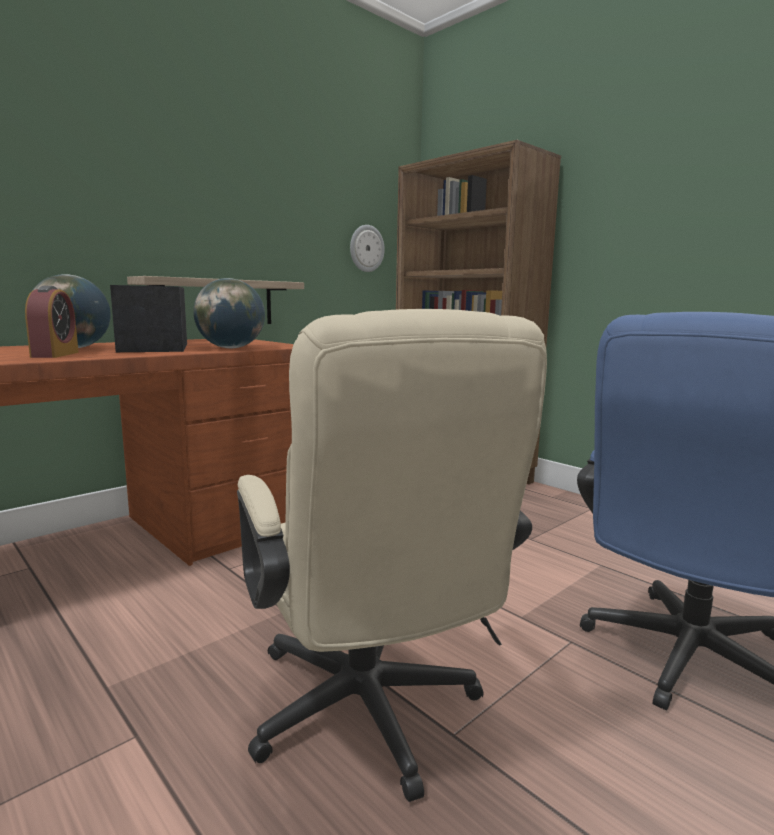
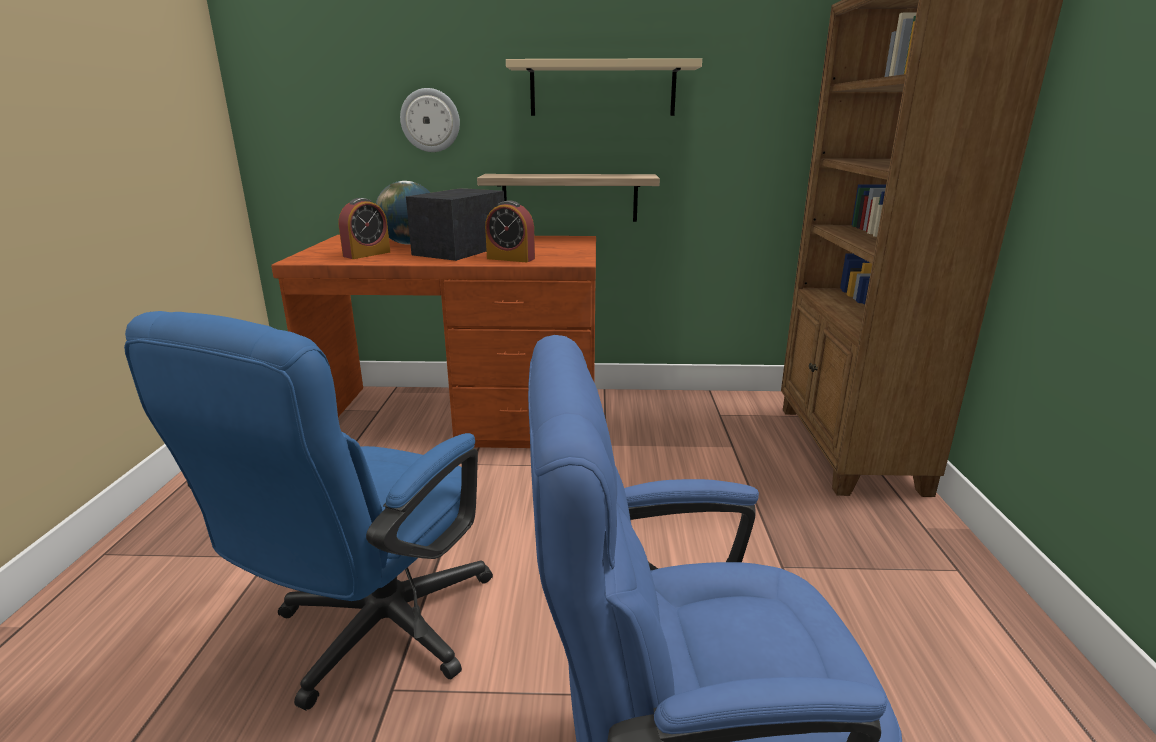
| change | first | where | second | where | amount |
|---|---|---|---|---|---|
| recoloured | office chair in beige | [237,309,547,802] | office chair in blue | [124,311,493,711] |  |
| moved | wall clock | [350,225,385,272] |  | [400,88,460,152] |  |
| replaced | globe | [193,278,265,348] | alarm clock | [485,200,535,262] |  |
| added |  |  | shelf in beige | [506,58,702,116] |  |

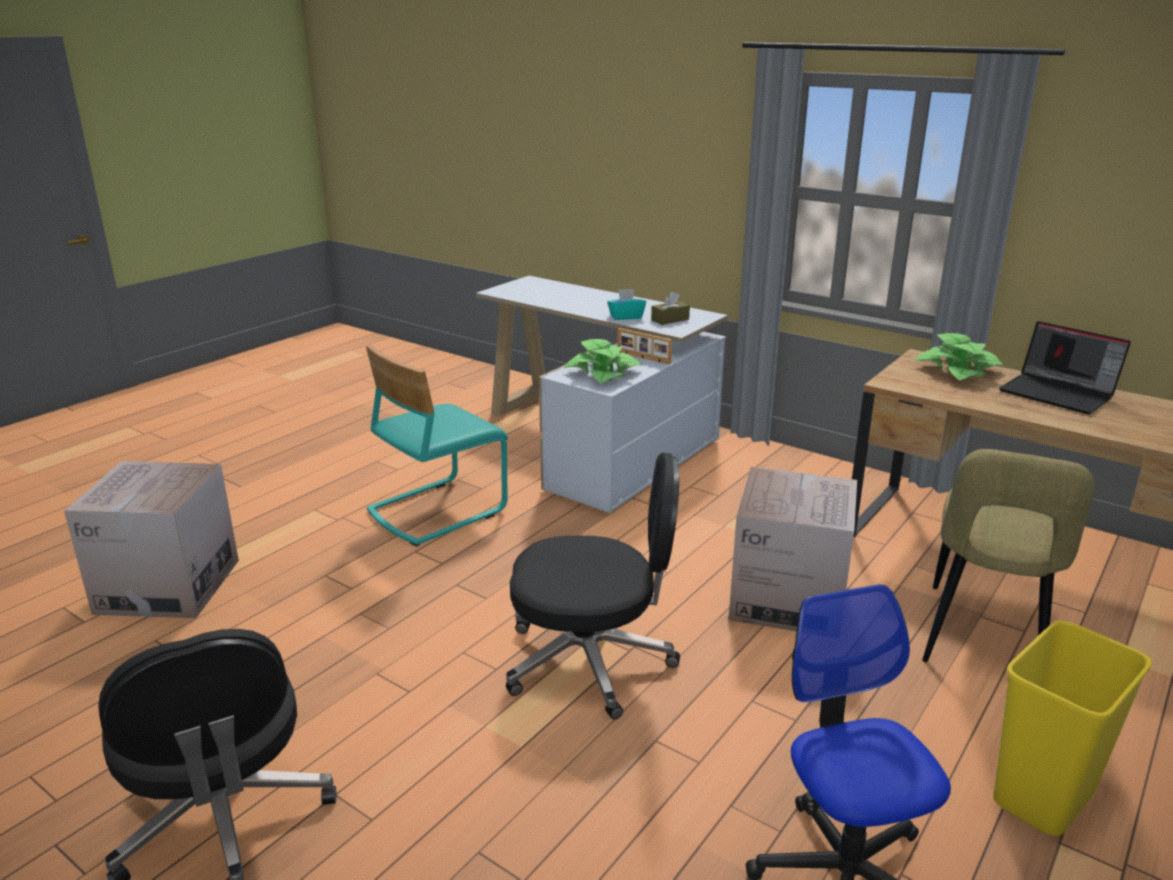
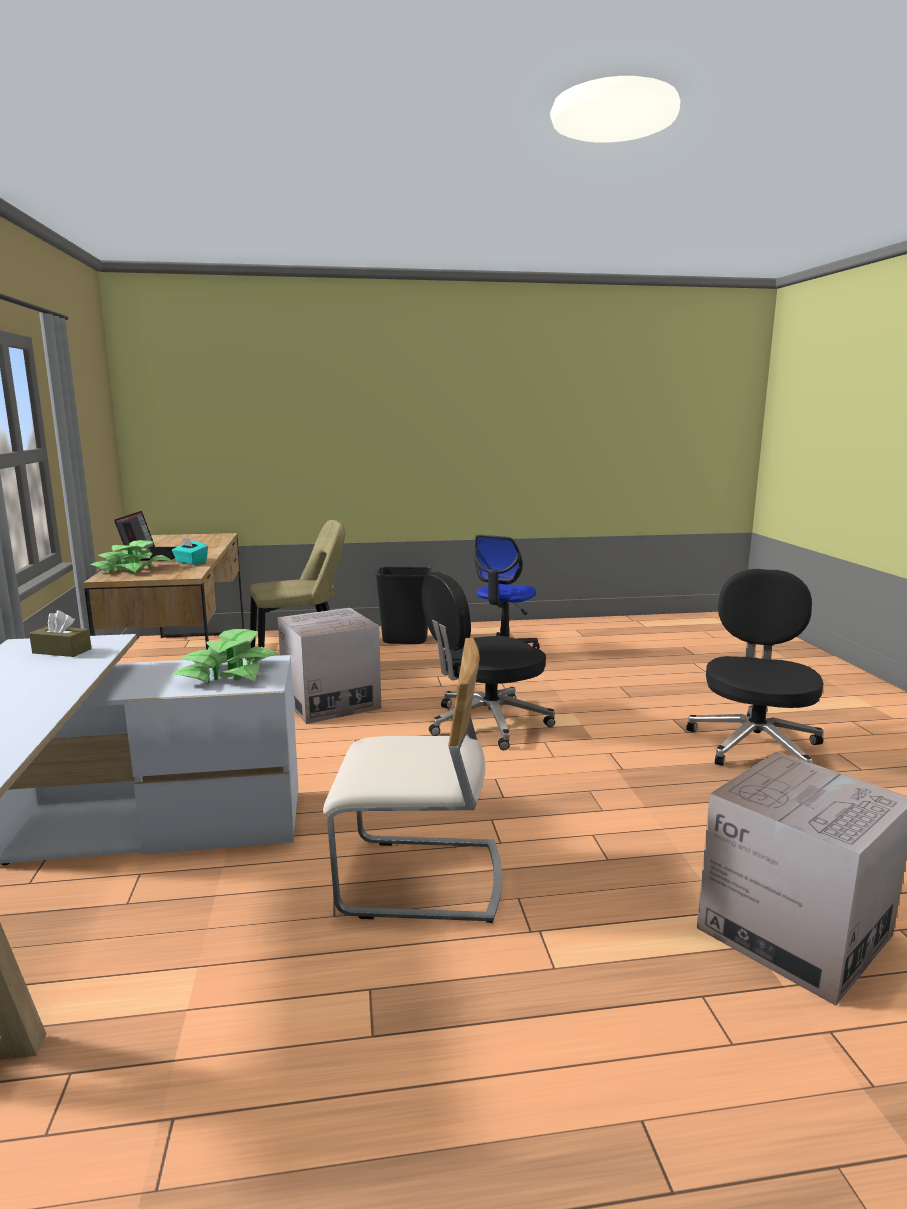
| change | first | where | second | where | amount |
|---|---|---|---|---|---|
| moved | tissue box in turquoise | [607,289,646,320] |  | [172,537,208,565] |  |
| recoloured | chair in turquoise | [366,345,508,547] | chair in beige | [323,638,502,923] |  |
| recoloured | trash can in yellow | [993,620,1152,836] | trash can in black | [375,567,432,644] |  |
| turned | office chair in black | [506,453,680,720] |  | [421,572,555,750] | 75 degrees counterclockwise |
| removed | picture frame | [617,328,672,364] |  |  |  |

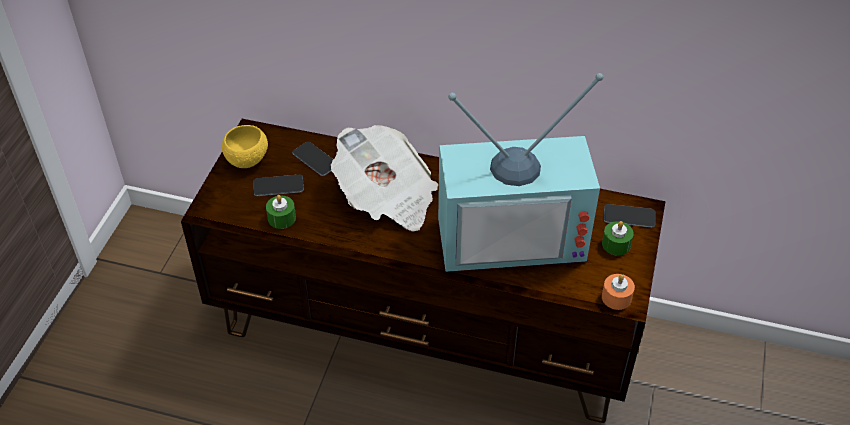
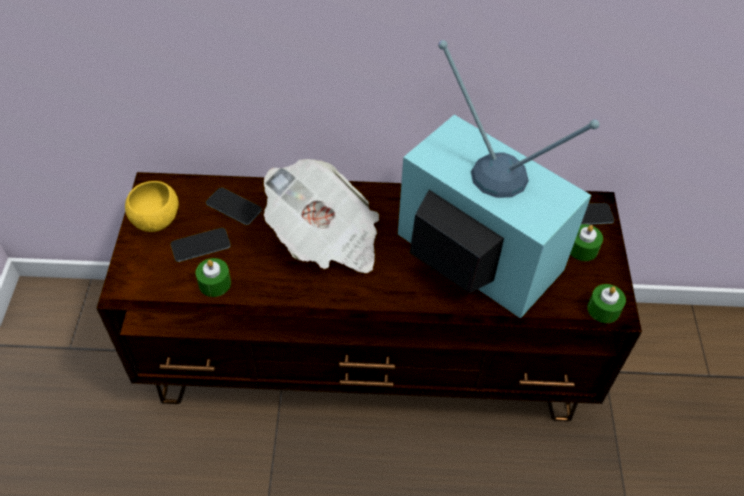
| change | first | where | second | where | amount |
|---|---|---|---|---|---|
| turned | television | [438,73,603,272] |  | [398,40,599,319] | 120 degrees counterclockwise |
| recoloured | candle in orange | [602,274,635,310] | candle in green | [587,284,626,323] |  |

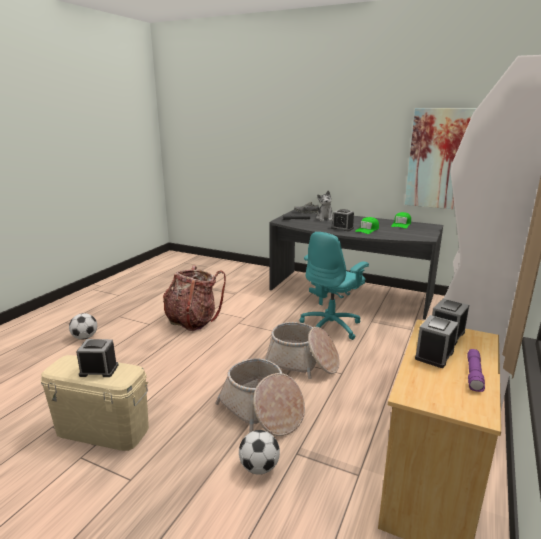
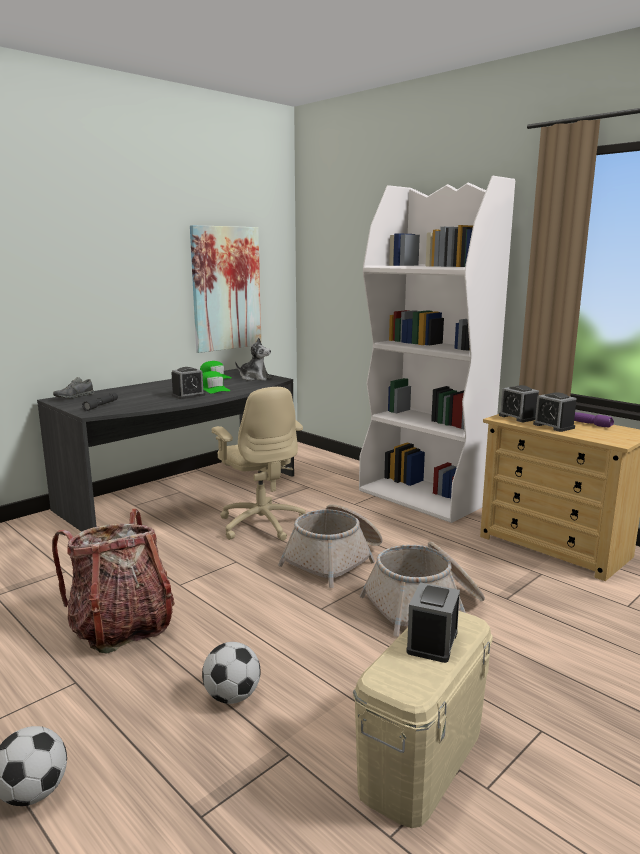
| change | first | where | second | where | amount |
|---|---|---|---|---|---|
| moved | football | [239,430,280,475] |  | [202,642,261,704] |  |
| recoloured | office chair in turquoise | [299,232,369,340] | office chair in beige | [212,387,305,541] |  |
| moved | plush toy | [316,191,333,221] |  | [235,338,272,381] |  |

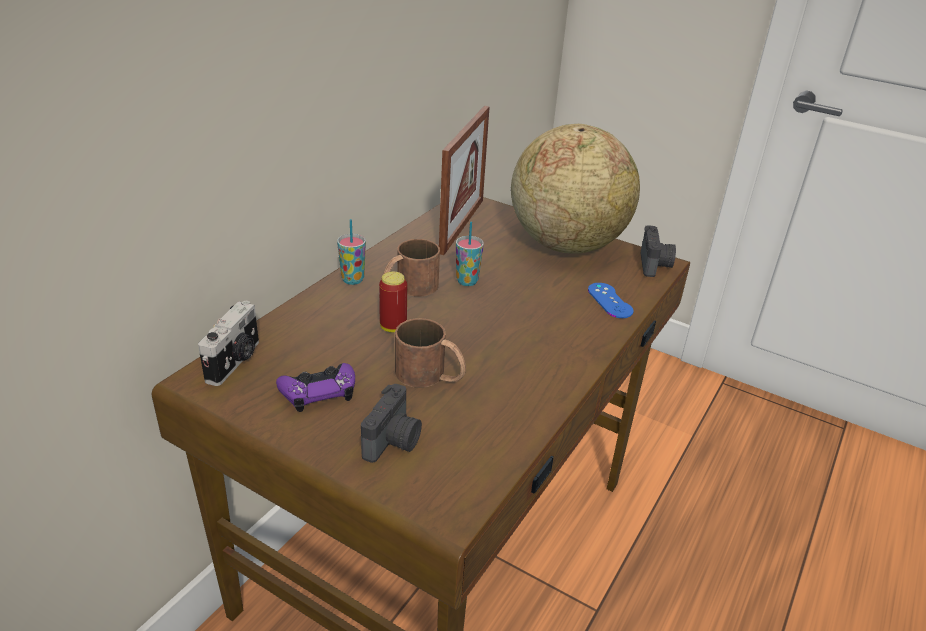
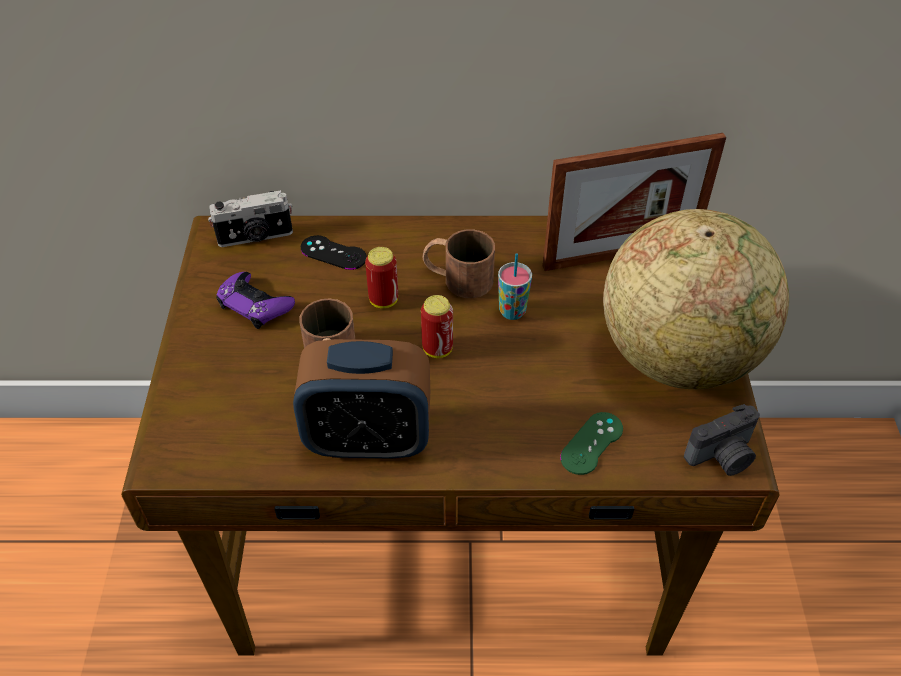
| change | first | where | second | where | amount |
|---|---|---|---|---|---|
| added |  |  | alarm clock | [293,339,430,459] |  |
| added |  |  | game controller in black | [301,235,367,270] |  |
| added |  |  | can | [421,295,453,358] |  |
| recoloured | game controller in blue | [588,283,634,318] | game controller in green | [560,412,623,475] |  |
| removed | cup | [337,219,366,285] |  |  |  |
| removed | photo camera | [361,384,422,463] |  |  |  |

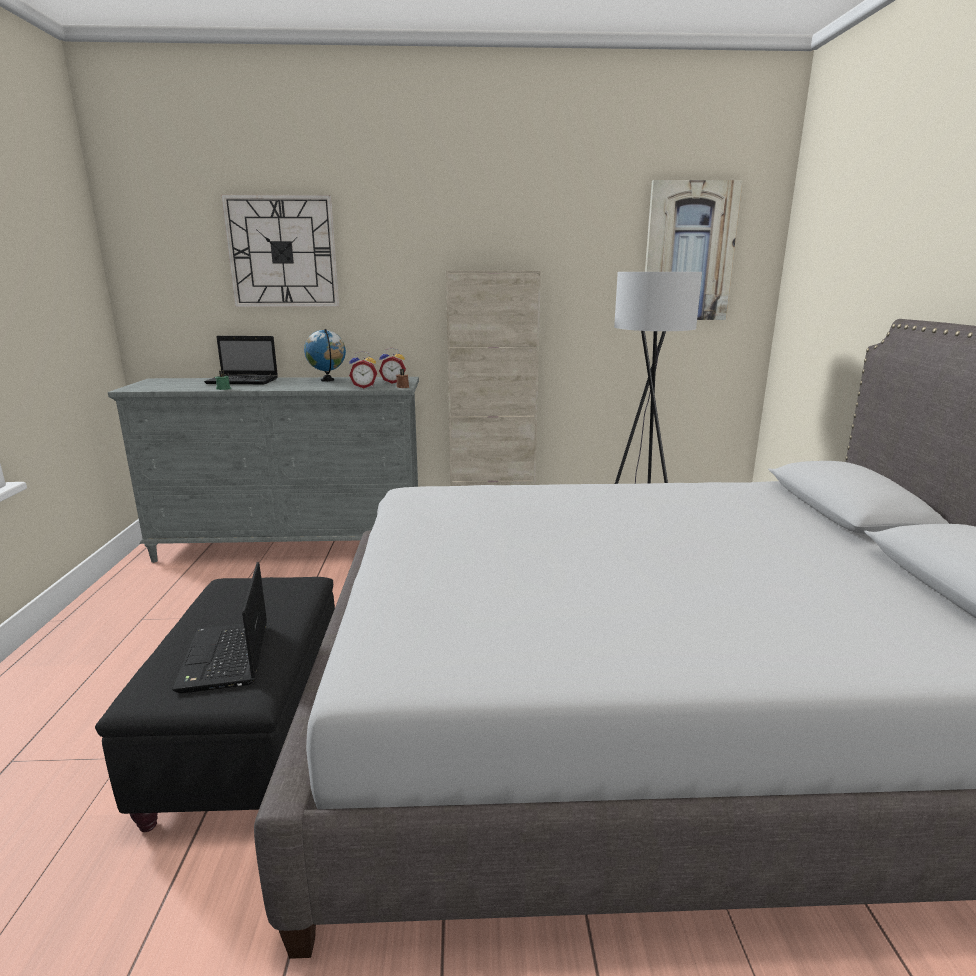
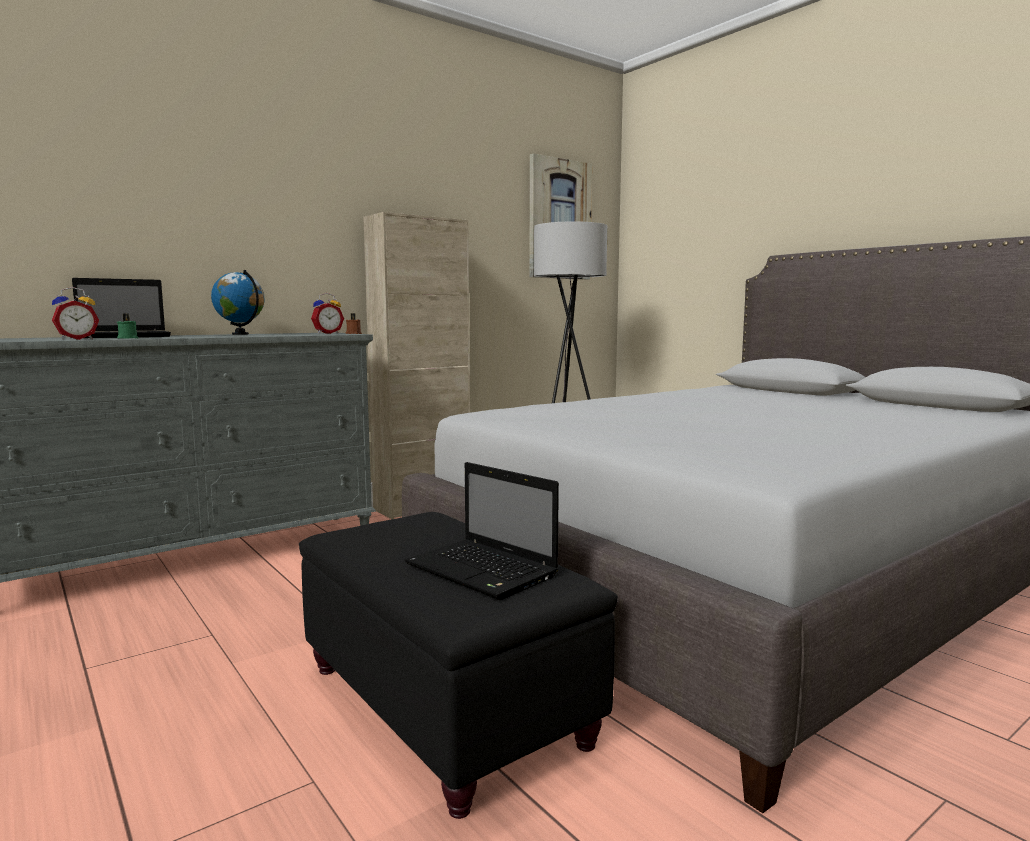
| change | first | where | second | where | amount |
|---|---|---|---|---|---|
| moved | alarm clock | [349,351,377,388] |  | [52,287,99,340] |  |
| removed | wall clock | [221,195,339,307] |  |  |  |

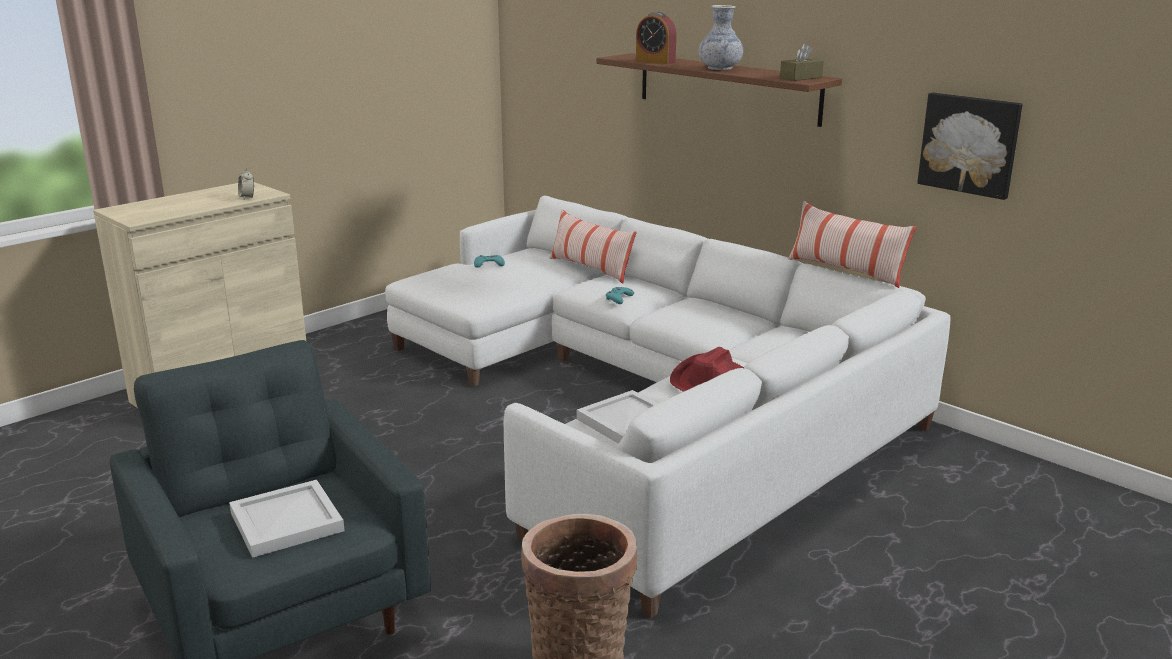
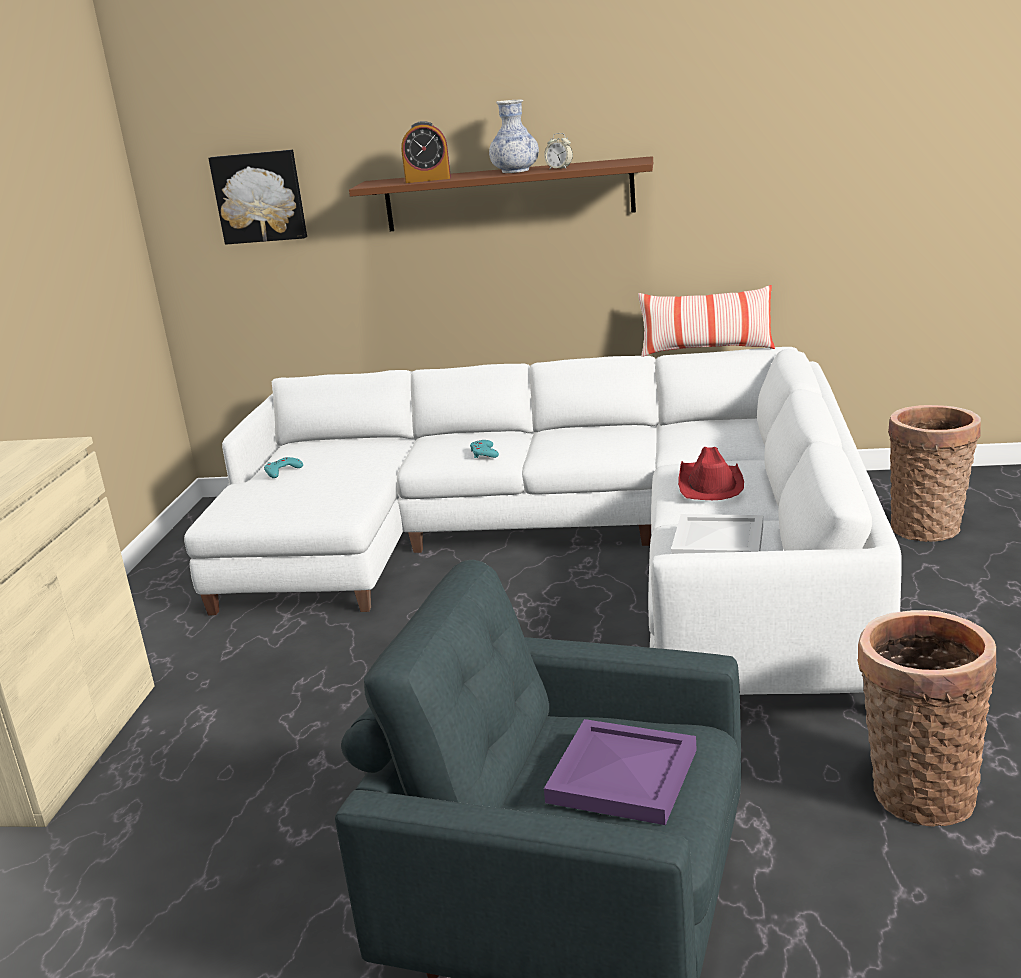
| change | first | where | second | where | amount |
|---|---|---|---|---|---|
| moved | picture | [917,93,1022,200] |  | [208,150,307,245] |  |
| moved | alarm clock | [238,167,254,200] |  | [544,133,573,170] |  |
| recoloured | tray in white | [229,480,345,558] | tray in purple | [544,719,697,825] |  |
| added |  |  | basket | [888,405,981,542] |  |
| removed | pillow | [549,209,637,284] |  |  |  |
| removed | tissue box in brown | [780,44,824,81] |  |  |  |

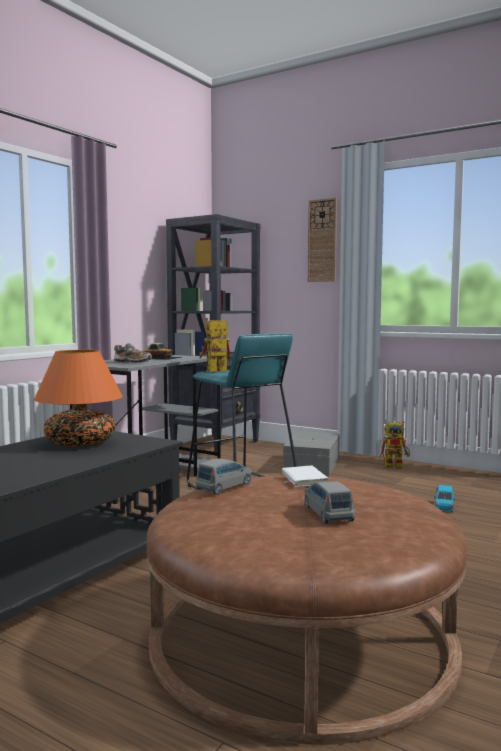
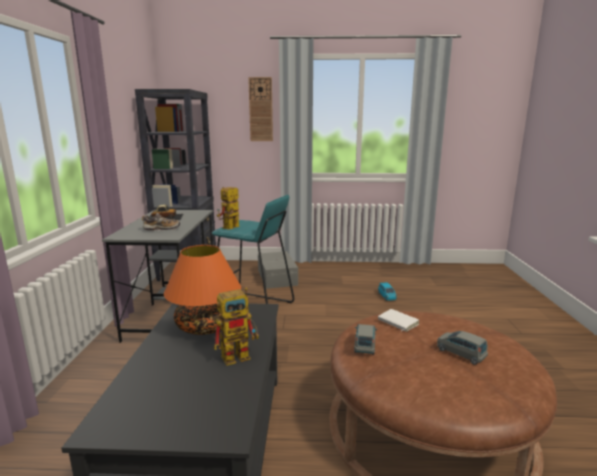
| change | first | where | second | where | amount |
|---|---|---|---|---|---|
| moved | toy robot | [380,421,410,469] |  | [214,287,259,366] |  |

